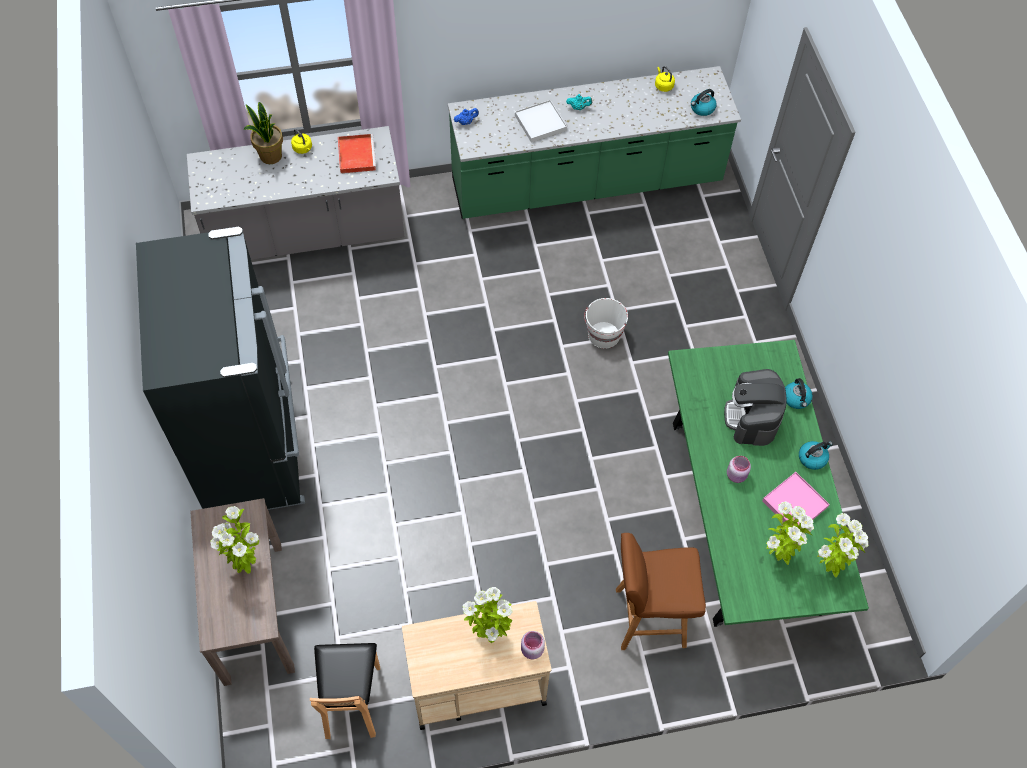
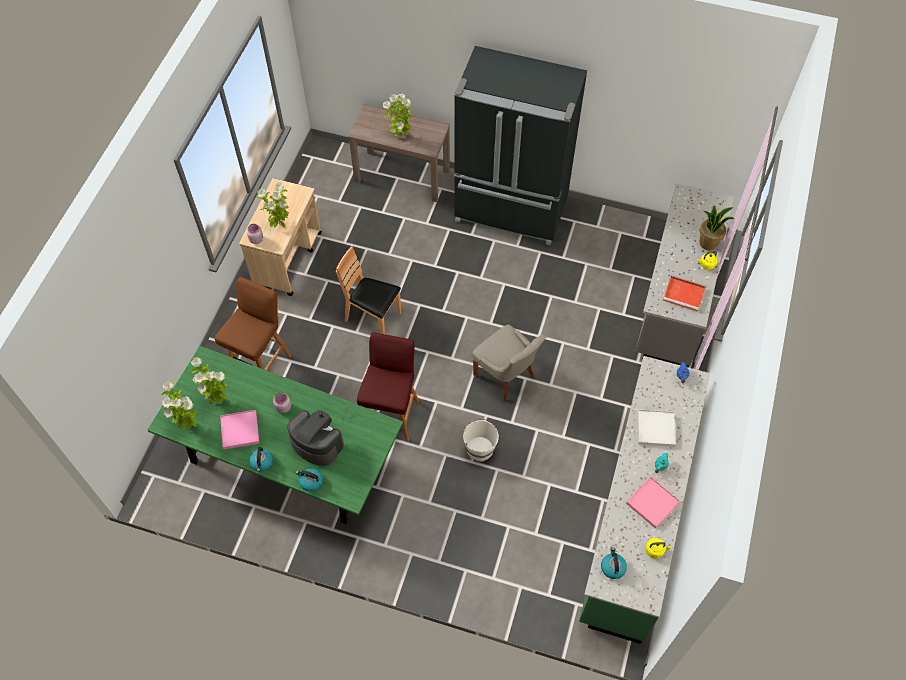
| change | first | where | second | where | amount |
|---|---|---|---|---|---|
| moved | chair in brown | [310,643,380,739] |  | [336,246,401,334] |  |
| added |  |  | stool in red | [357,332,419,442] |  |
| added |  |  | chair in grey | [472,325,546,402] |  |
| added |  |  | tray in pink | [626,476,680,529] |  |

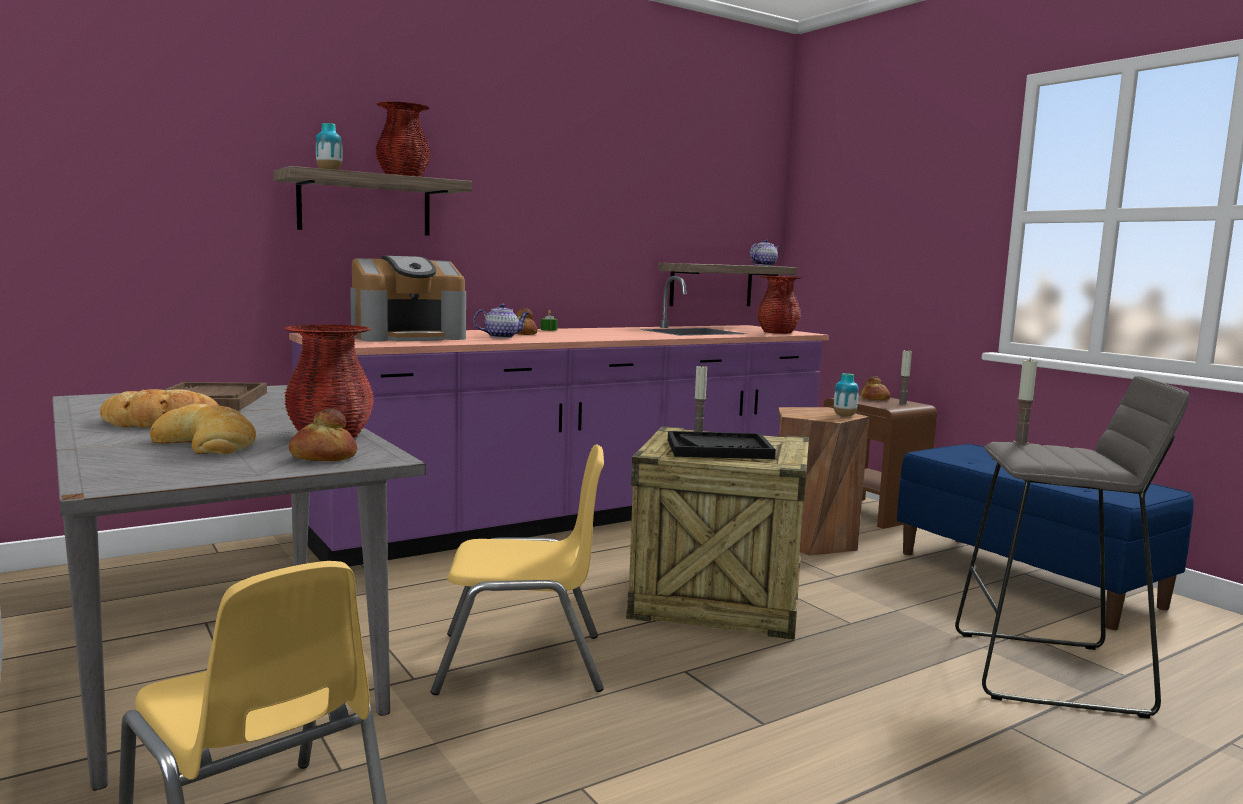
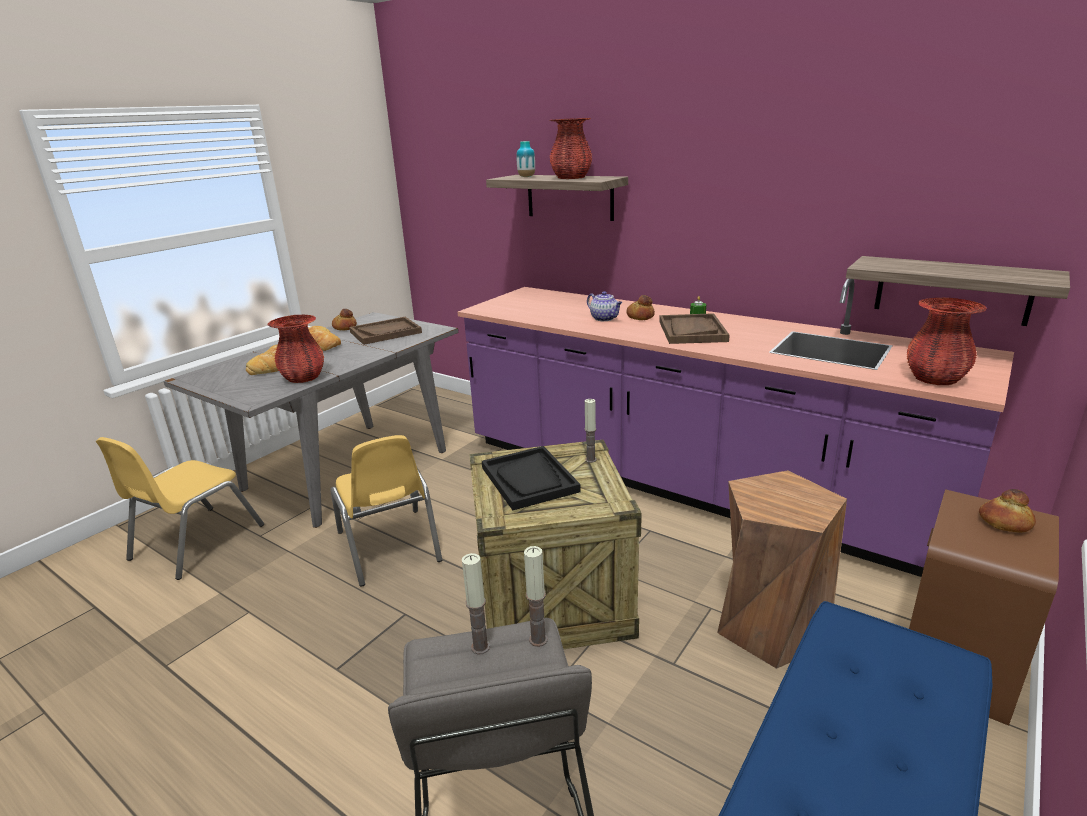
| change | first | where | second | where | amount |
|---|---|---|---|---|---|
| moved | bread | [289,408,357,461] |  | [332,309,357,330] |  |
| moved | candle | [898,349,912,405] |  | [462,553,490,655] |  |
| added |  |  | tray in brown | [659,313,730,344] |  |
| removed | coffee machine | [350,256,466,342] |  |  |  |
| removed | teapot | [750,239,779,266] |  |  |  |
| removed | vase | [834,373,859,417] |  |  |  |

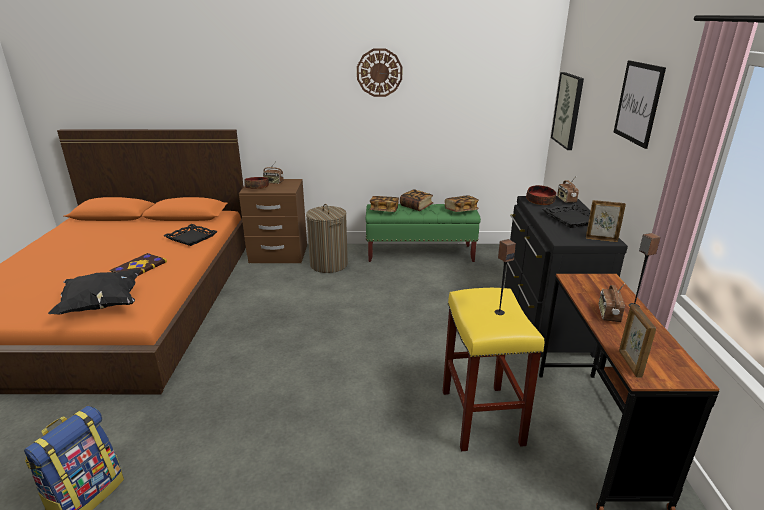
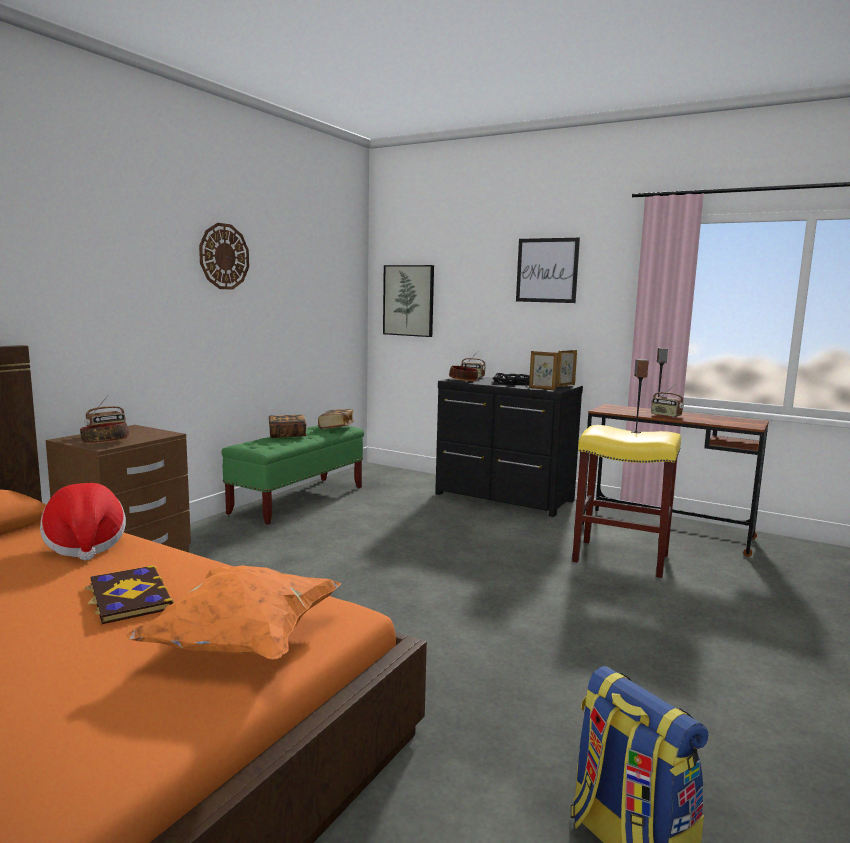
| change | first | where | second | where | amount |
|---|---|---|---|---|---|
| replaced | tray in black | [163,224,218,246] | hat | [40,483,126,561] |  |
| recoloured | pillow in black | [48,269,141,314] | pillow in orange | [124,565,341,660] |  |
| moved | picture frame | [619,304,656,377] |  | [529,351,558,390] |  |
| removed | laundry basket | [306,204,348,273] |  |  |  |
| removed | book | [369,196,399,212] |  |  |  |

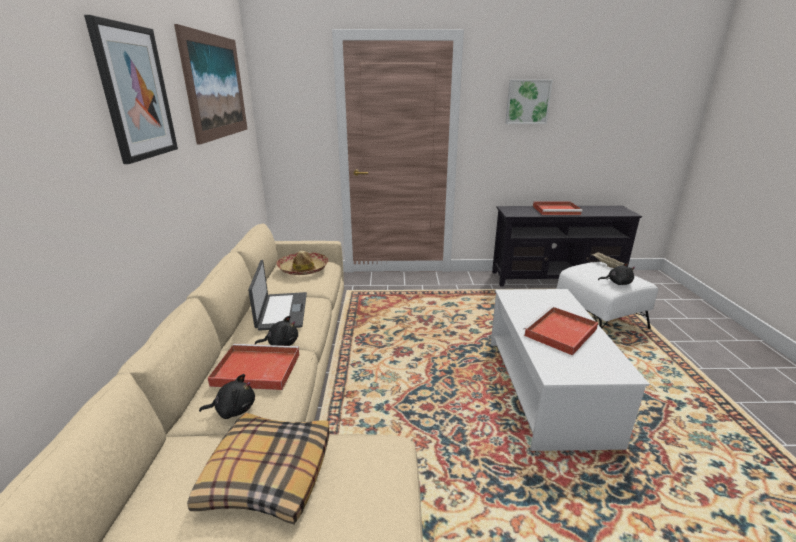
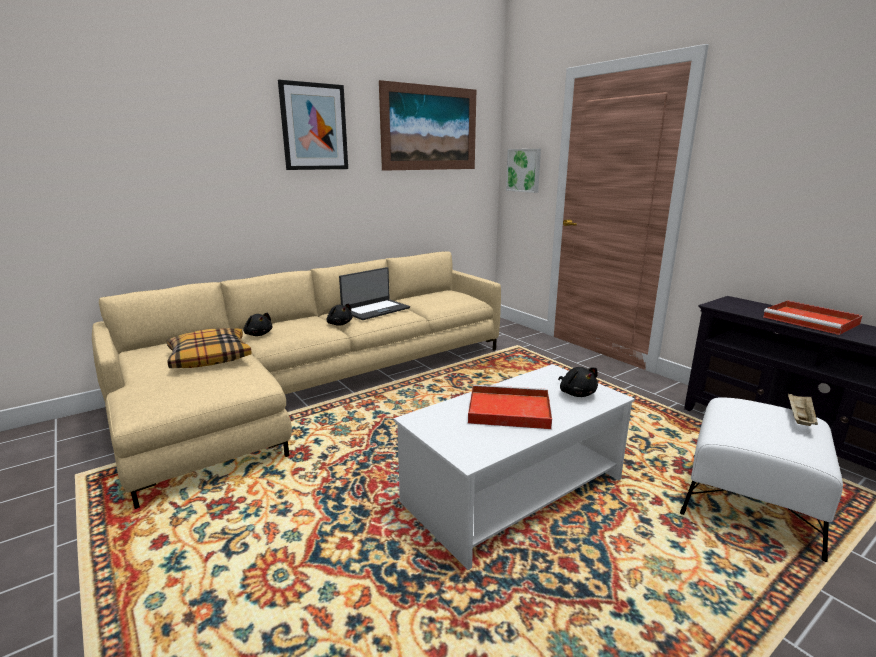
| change | first | where | second | where | amount |
|---|---|---|---|---|---|
| moved | picture | [505,80,553,124] |  | [506,149,541,193] |  |
| moved | plush toy in black | [598,263,635,285] |  | [558,367,598,397] |  |
| removed | tray in red | [208,344,300,390] |  |  |  |
| removed | hat | [276,251,328,275] |  |  |  |

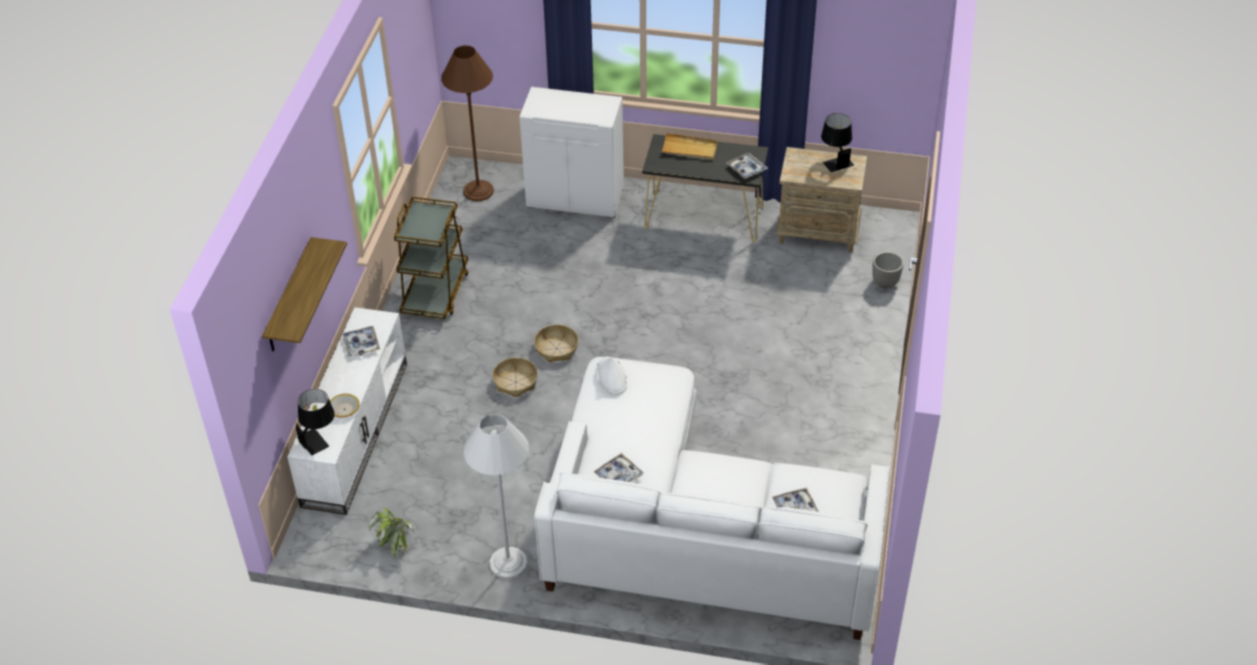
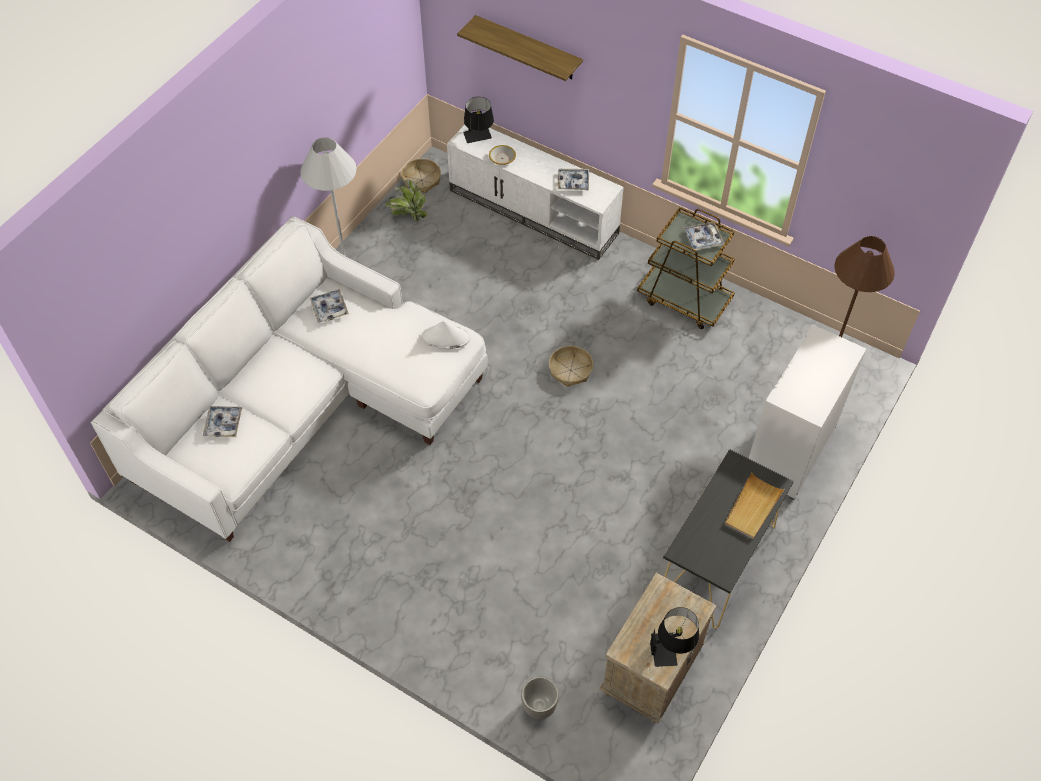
| change | first | where | second | where | amount |
|---|---|---|---|---|---|
| moved | basket | [492,357,538,397] |  | [401,159,441,193] |  |
| moved | tray | [726,153,768,179] |  | [684,222,724,250] |  |

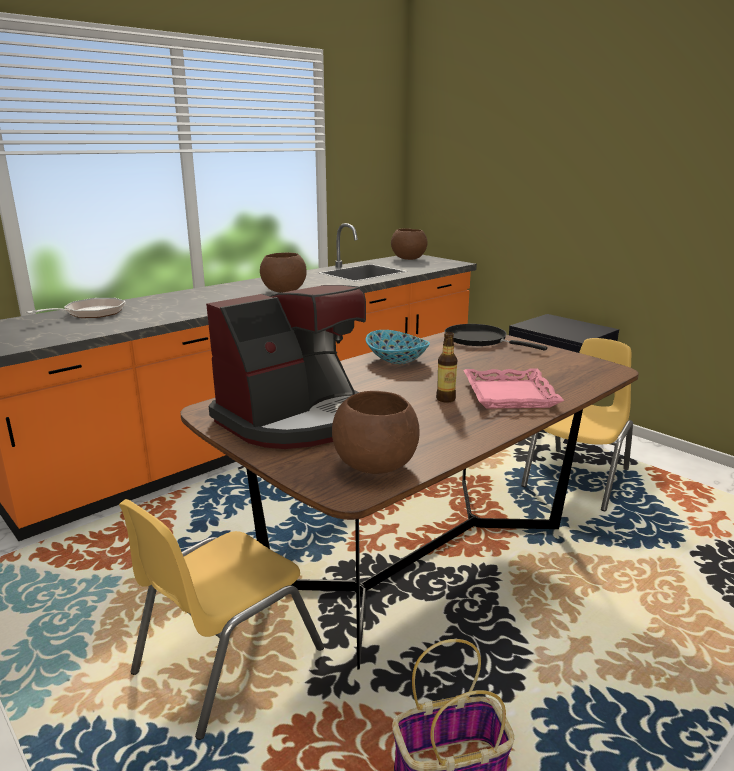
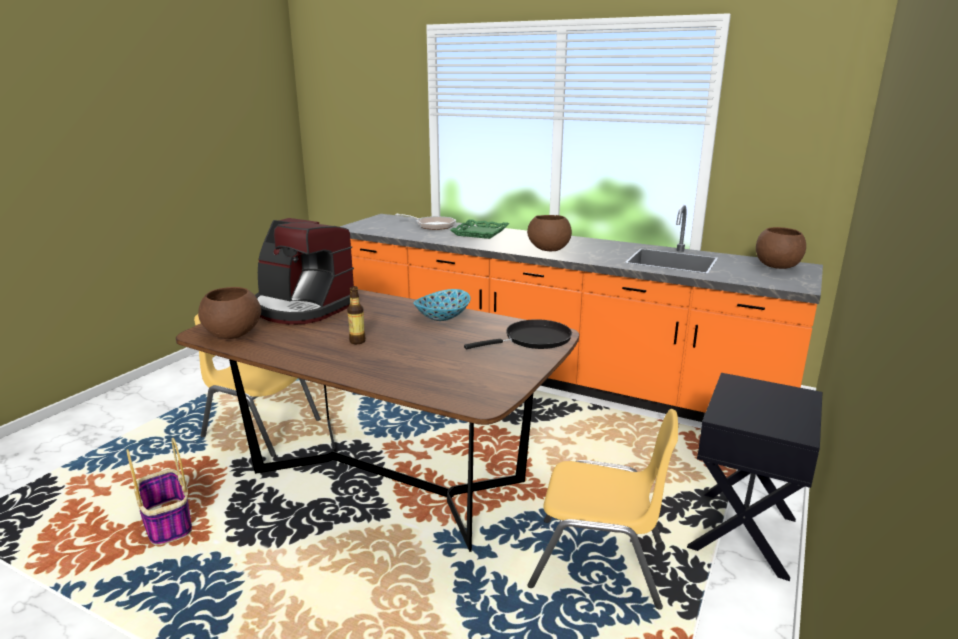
| change | first | where | second | where | amount |
|---|---|---|---|---|---|
| added |  |  | tray in green | [450,219,509,239] |  |
| turned | frying pan in black | [445,324,547,351] |  | [464,319,572,349] | 45 degrees clockwise |
| removed | tray in pink | [464,368,564,408] |  |  |  |

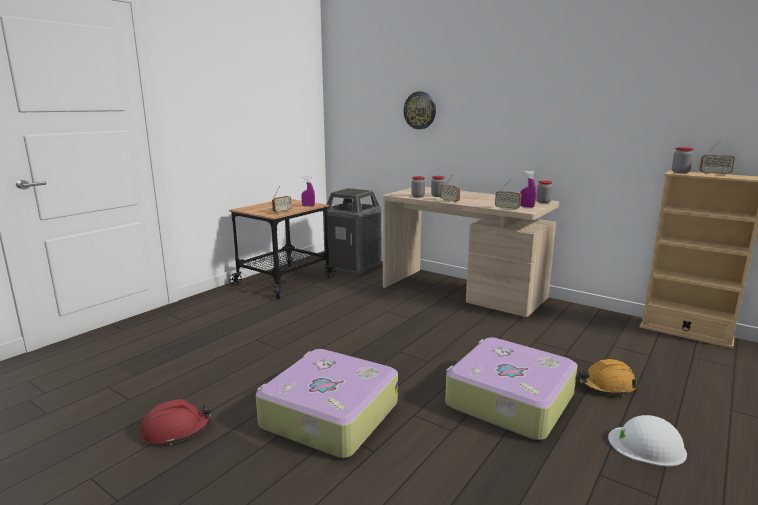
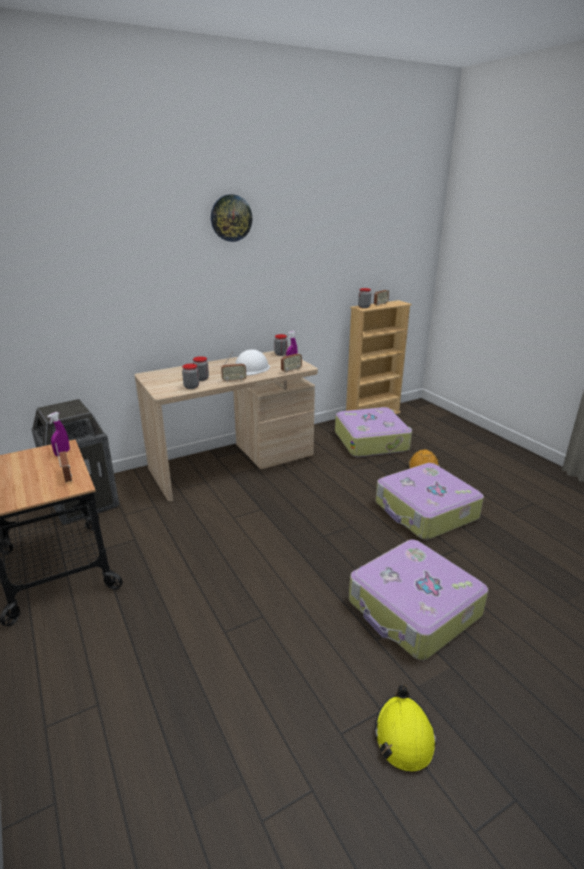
| change | first | where | second | where | amount |
|---|---|---|---|---|---|
| moved | wall clock | [403,92,436,129] |  | [211,194,252,242] |  |
| moved | hard hat in white | [608,415,687,466] |  | [235,349,270,375] |  |
| added |  |  | suitcase | [335,407,412,457] |  |
| recoloured | hard hat in red | [140,399,212,446] | hard hat in yellow | [375,685,437,772] |  |

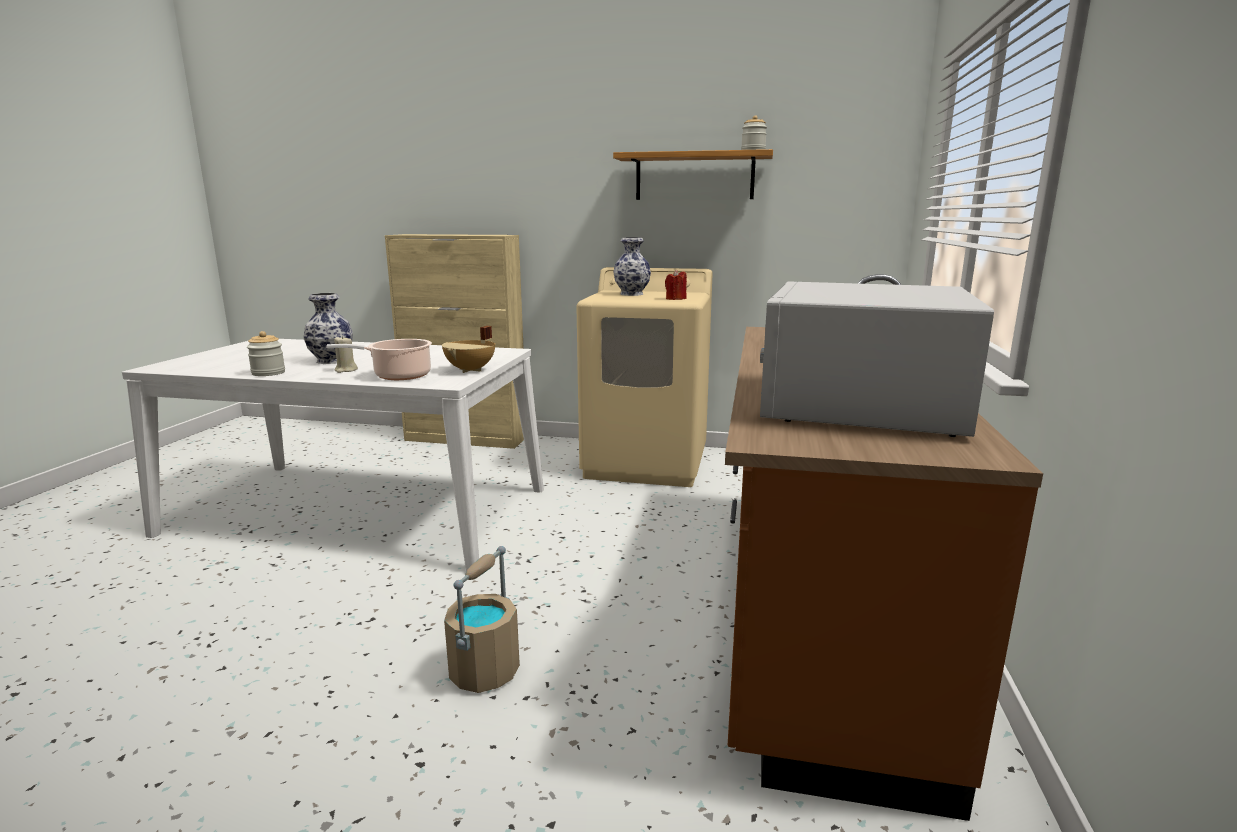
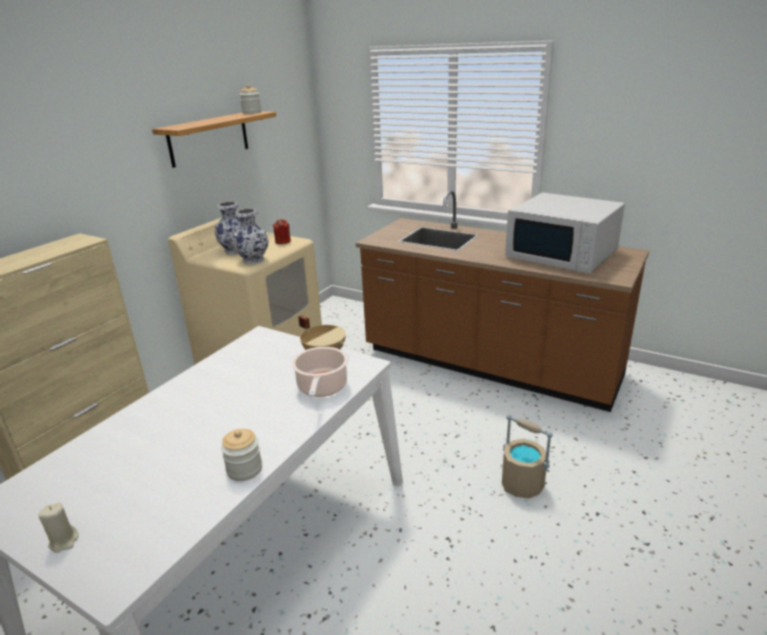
| change | first | where | second | where | amount |
|---|---|---|---|---|---|
| moved | candle in beige | [334,336,358,373] |  | [39,502,79,553] |  |
| moved | vase | [303,293,353,364] |  | [232,209,269,264] |  |

